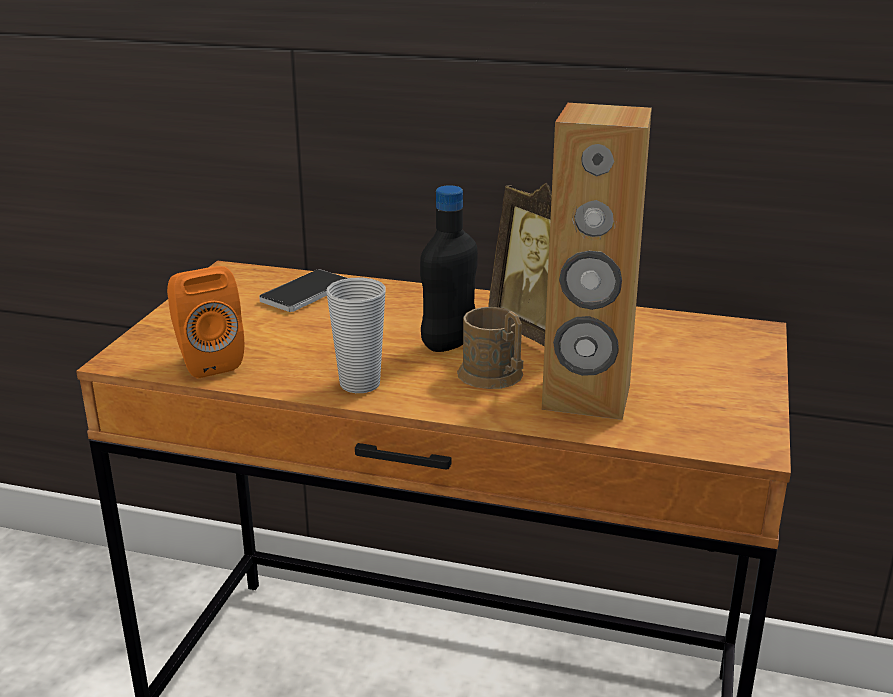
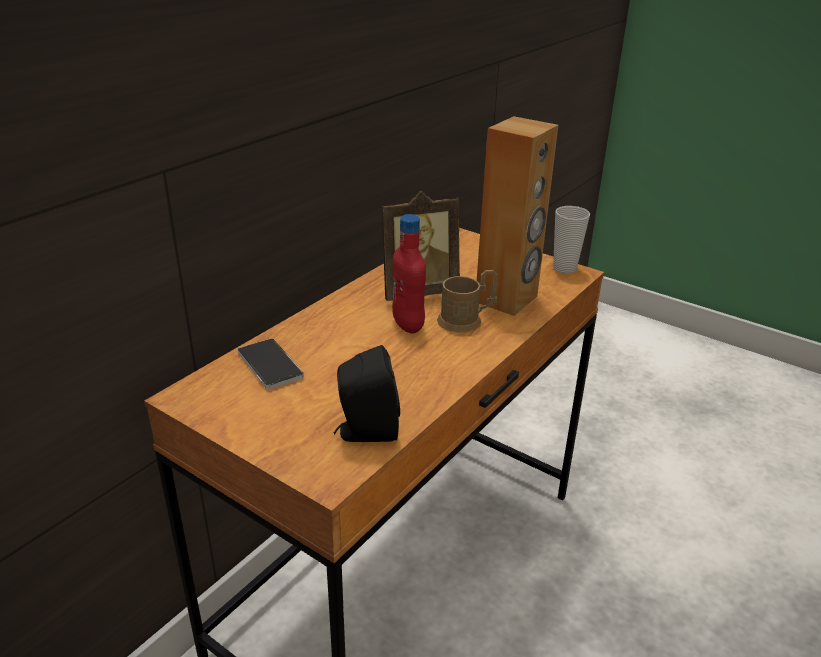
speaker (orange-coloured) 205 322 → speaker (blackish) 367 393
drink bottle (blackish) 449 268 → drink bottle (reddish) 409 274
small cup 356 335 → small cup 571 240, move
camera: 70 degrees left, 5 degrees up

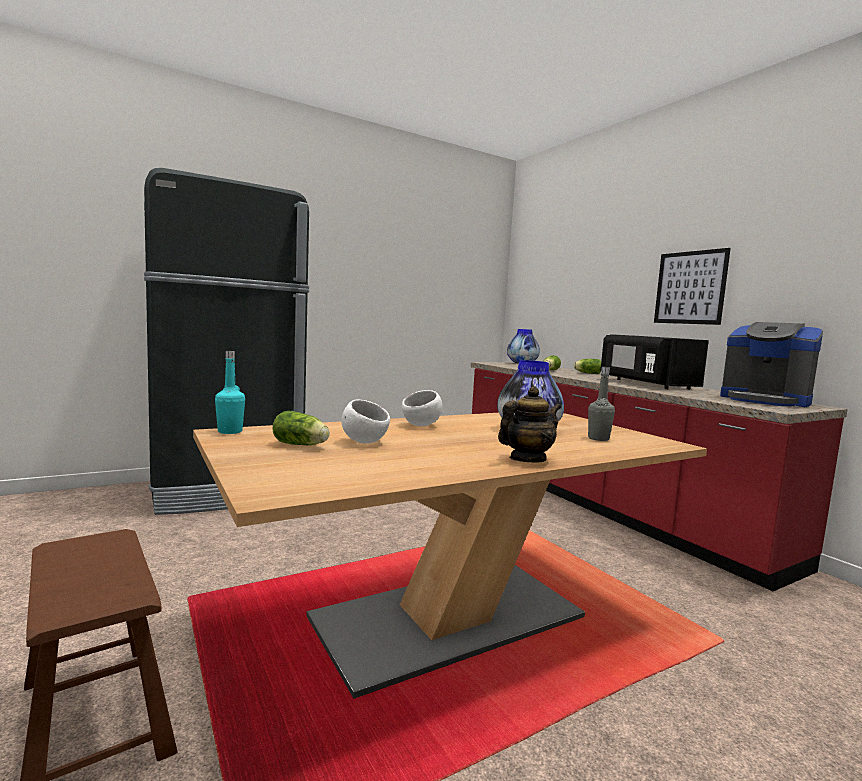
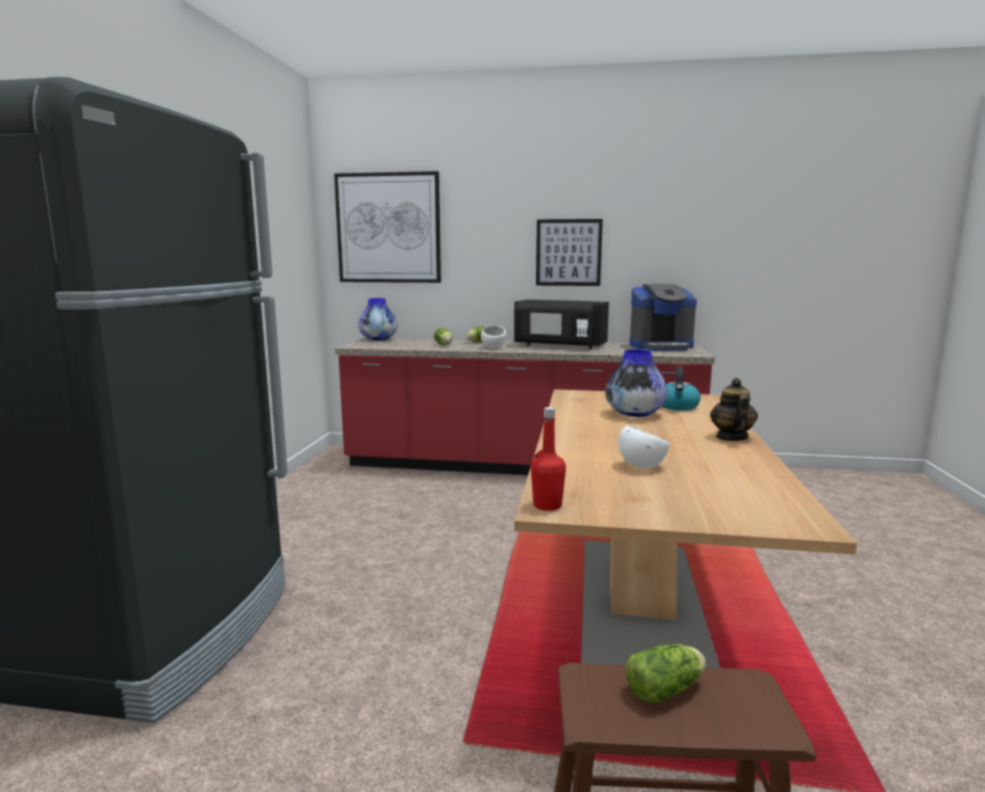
- → wall picture 387 227
deep dish (whitish) 422 408 → deep dish (whitish) 493 336, move
drink bottle (turquoise) 230 392 → drink bottle (reddish) 548 459
lettuce head 301 428 → lettuce head 665 673, move
drink bottle (gray) 601 404 → kettle 681 388
camera: 50 degrees left, 5 degrees up

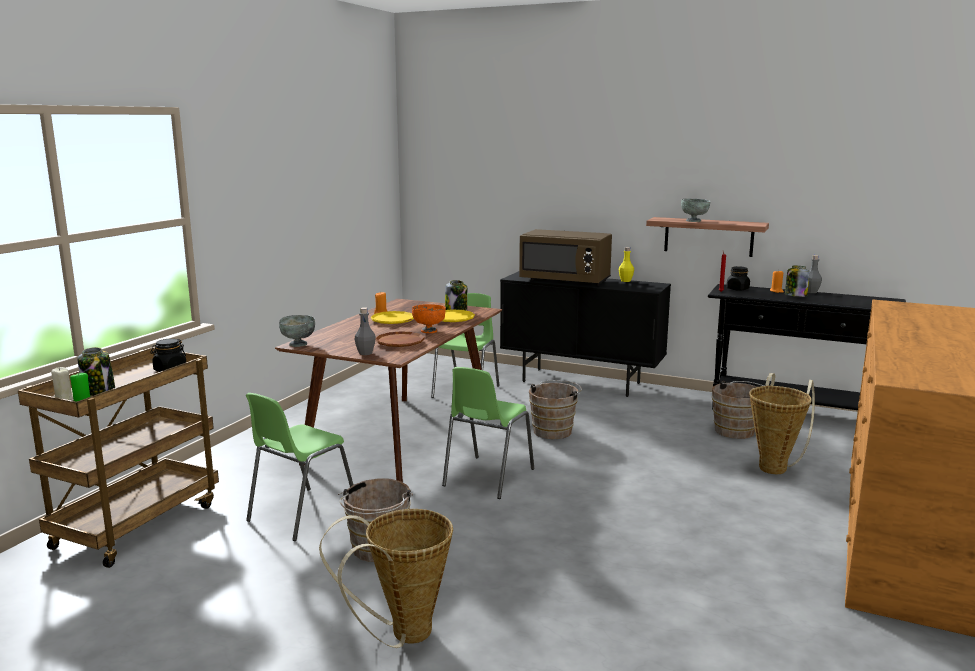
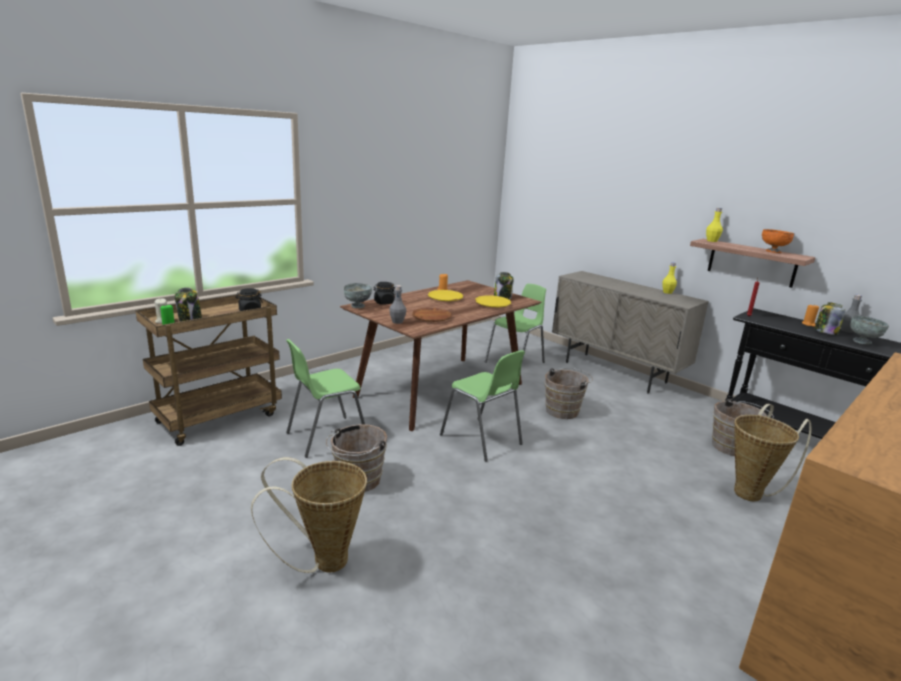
storage jar (blackish) 738 278 → storage jar (blackish) 384 293, move
upright chair (green) 488 433 → upright chair (green) 482 406, 90 degrees counterclockwise
cupboard (blackish) 585 334 → cupboard (beige) 630 332
- → drink bottle (yellowish) 714 225
deep dish (orange-coloured) 429 318 → deep dish (orange-coloured) 778 241, move
deep dish (gray) 696 210 → deep dish (gray) 869 329, move
microwave (brown) 565 257 → -
camera: 20 degrees right, 5 degrees up

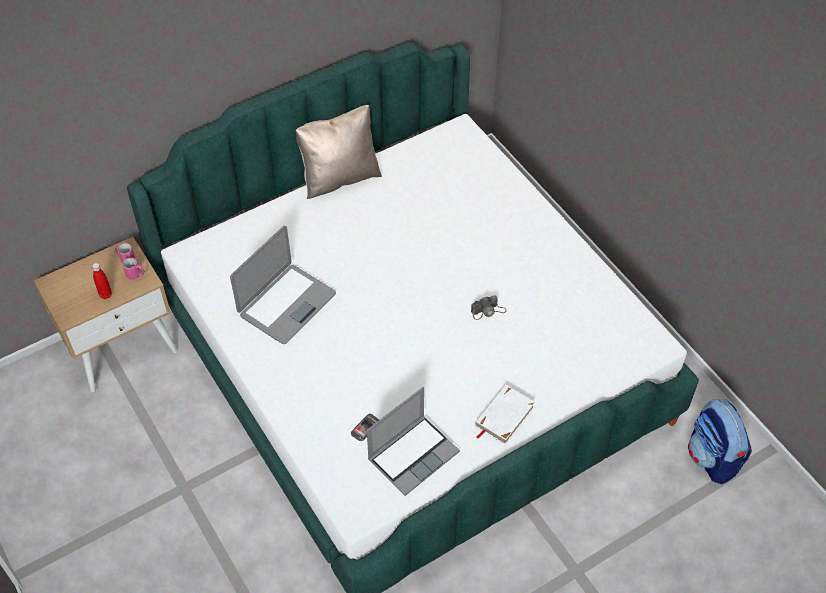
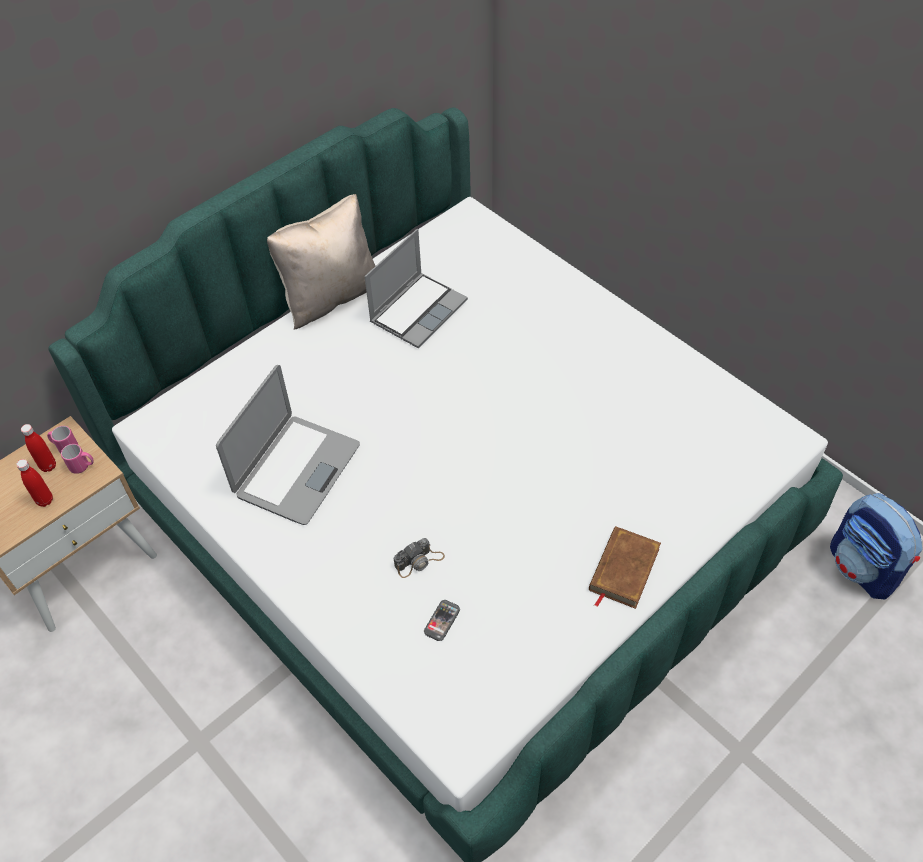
- → drink bottle (reddish) 38 448
notebook computer 413 441 → notebook computer 416 288, move
photo camera 489 308 → photo camera 419 558, move
bound book (whitish) 505 415 → bound book (brown) 625 567
camera: 10 degrees left, 0 degrees up

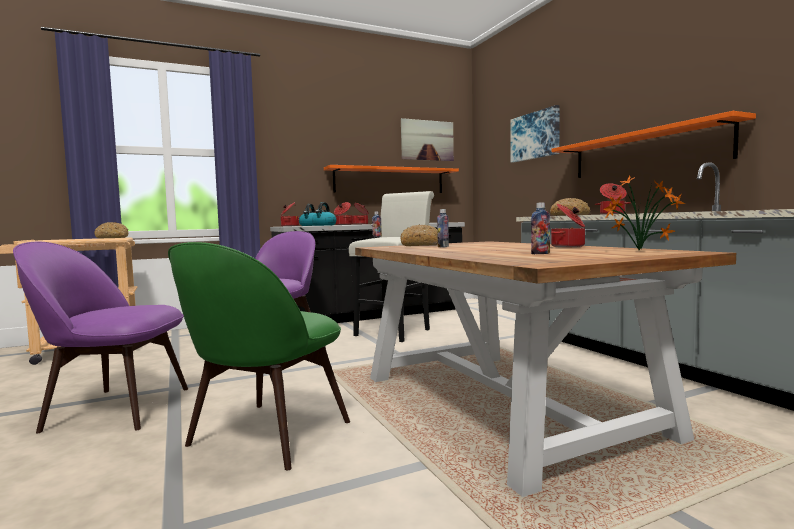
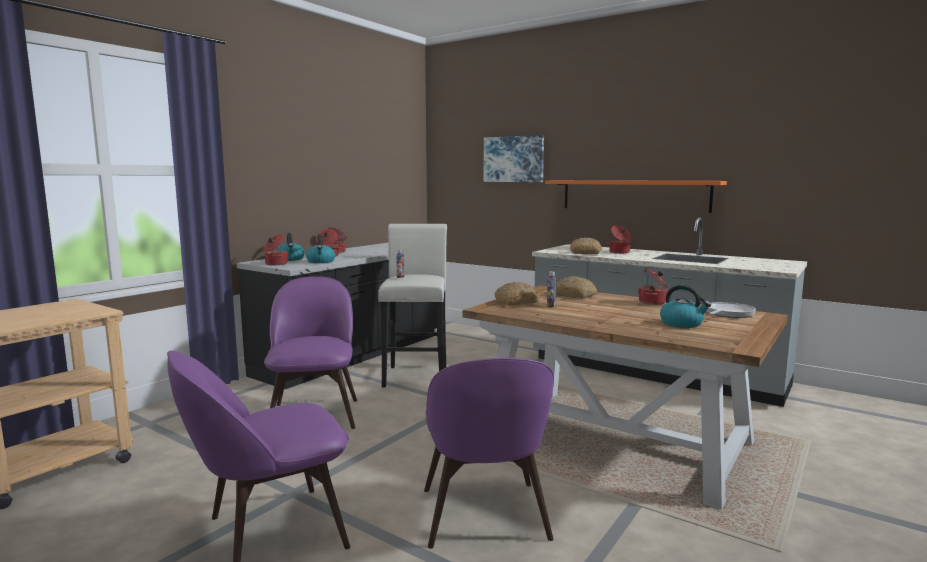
upright chair (green) 259 356 → upright chair (purplish) 489 453
baked bread 111 230 → baked bread 576 287, move
drink bottle 540 228 → kettle 685 306
potted plant 644 213 → pan 731 310
bracket shelf (orange-coloured) 391 179 → -
wall picture 427 139 → -
camera: 30 degrees left, 5 degrees up

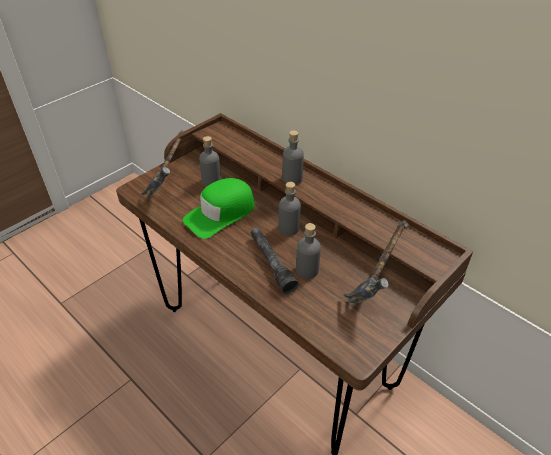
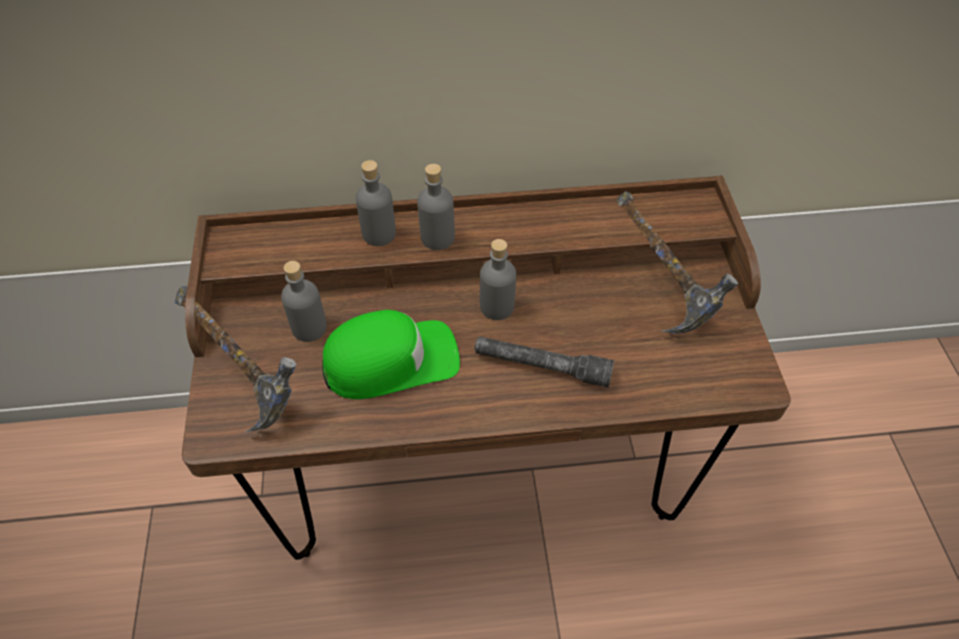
baseball cap (green) 218 208 → baseball cap (green) 391 354, 105 degrees counterclockwise
drink bottle (gray) 308 251 → drink bottle (gray) 376 203, move
camera: 50 degrees left, 10 degrees up

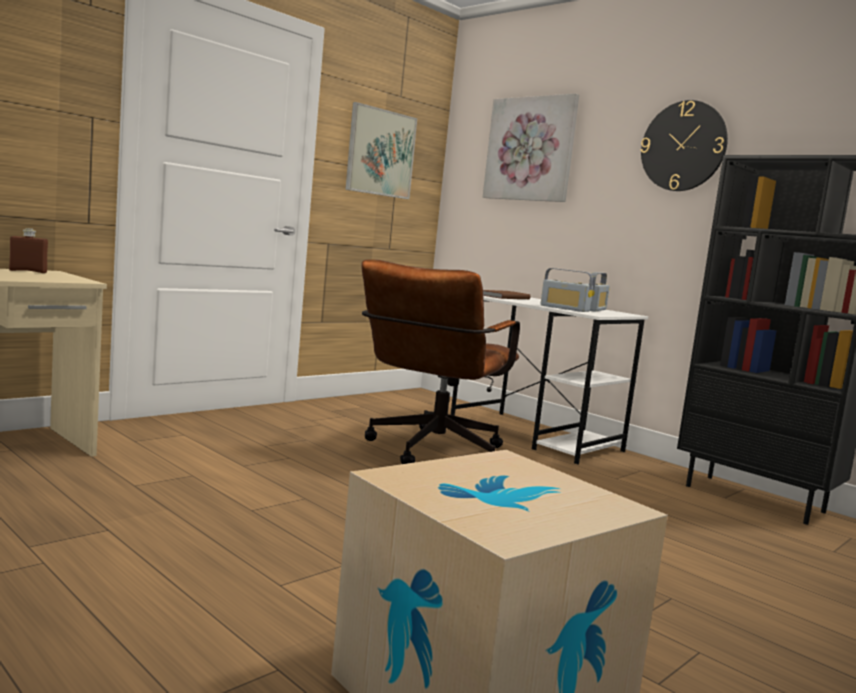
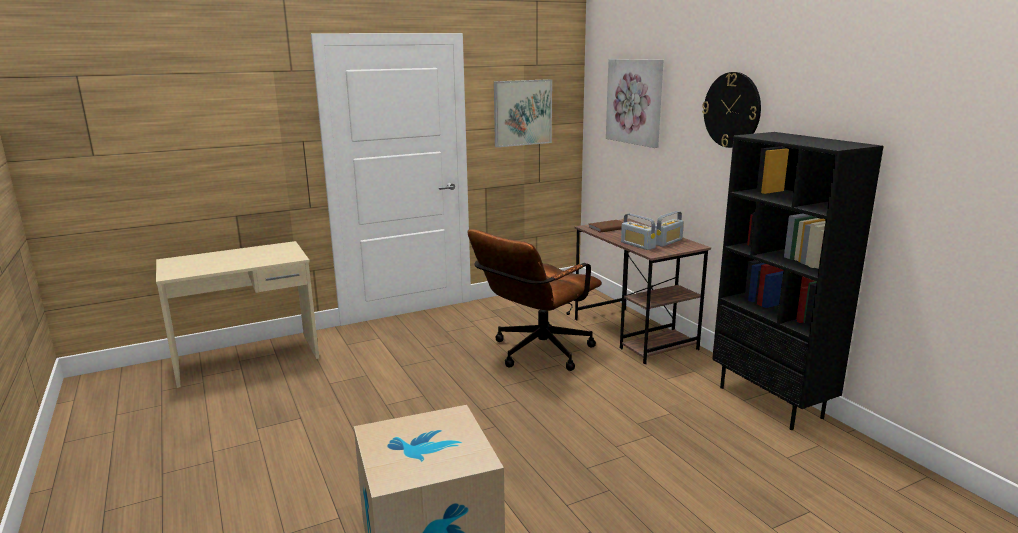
desk (whitish) 549 380 → desk (brown) 643 291
drink bottle (brown) 28 250 → -
camera: 20 degrees right, 10 degrees up

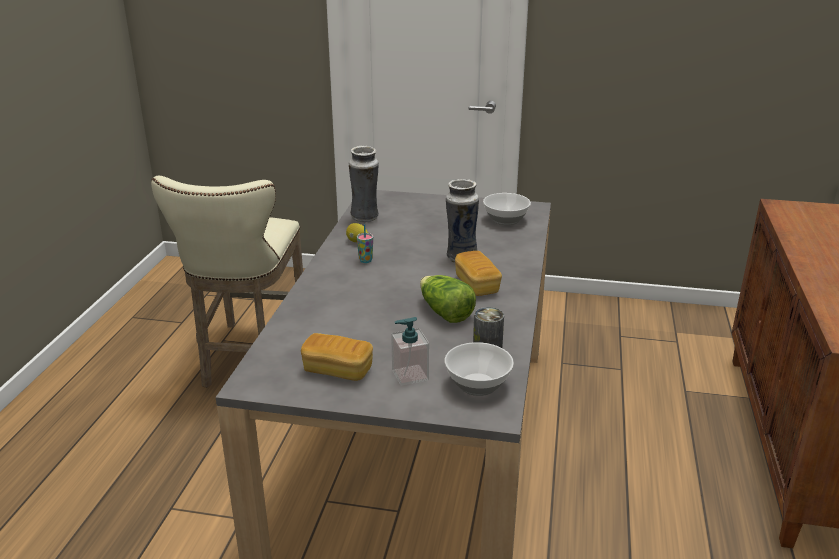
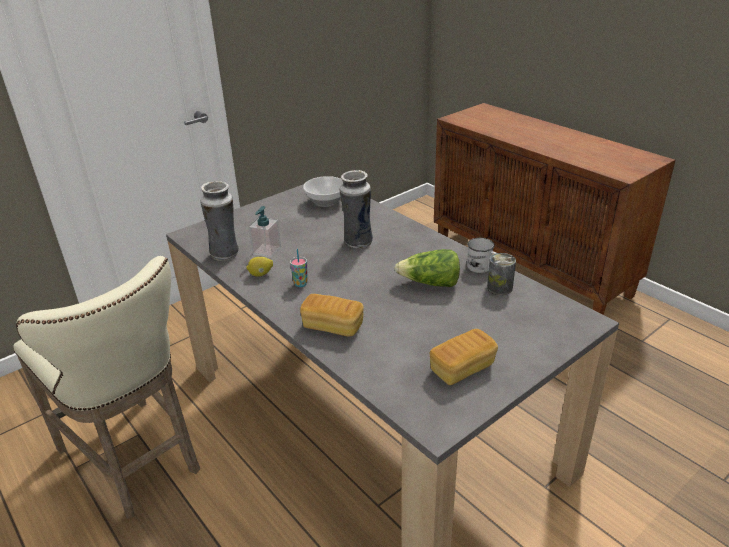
soap dispenser 410 351 → soap dispenser 265 232, move
baked bread 478 273 → baked bread 332 315, move
- → mug (whitish) 481 255
deep dish 479 369 → -
camera: 50 degrees left, 5 degrees up

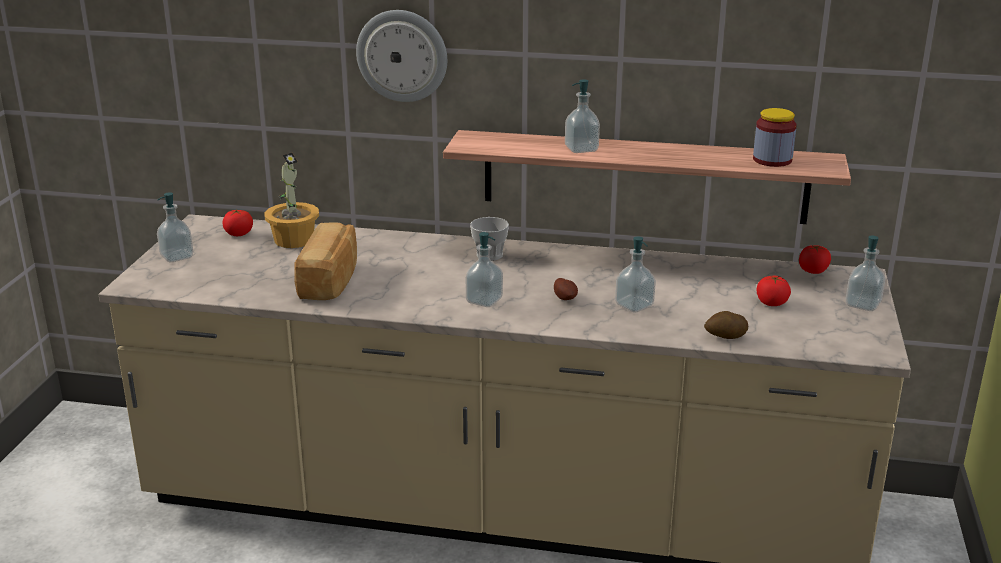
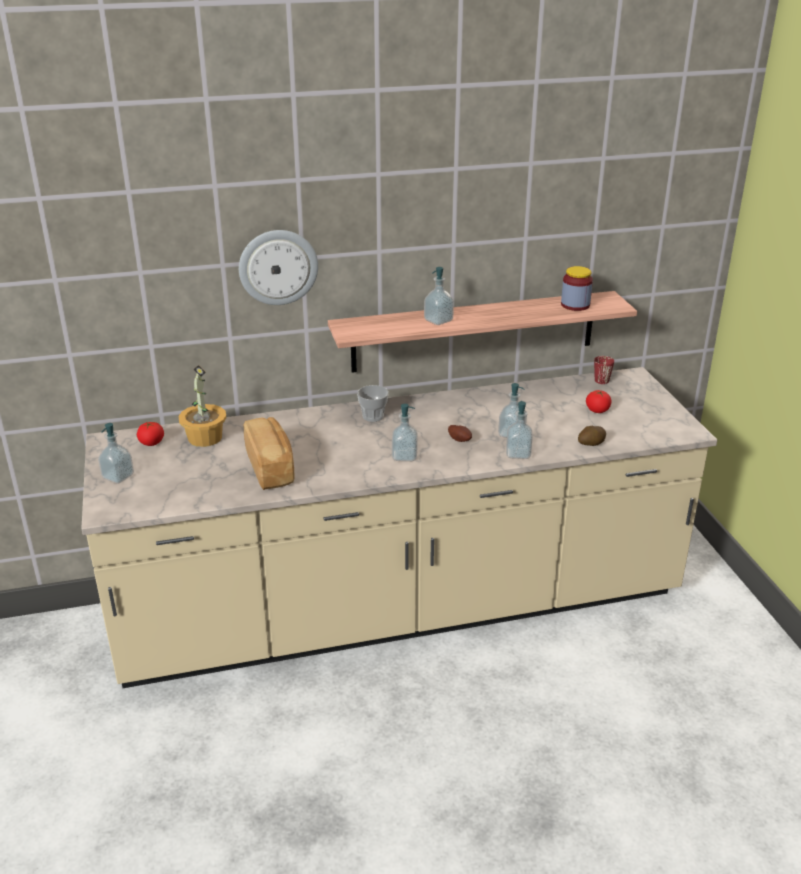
soap dispenser 865 273 → soap dispenser 519 430, move
whole tomato 815 259 → mug (reddish) 604 370
camera: 25 degrees left, 5 degrees up

